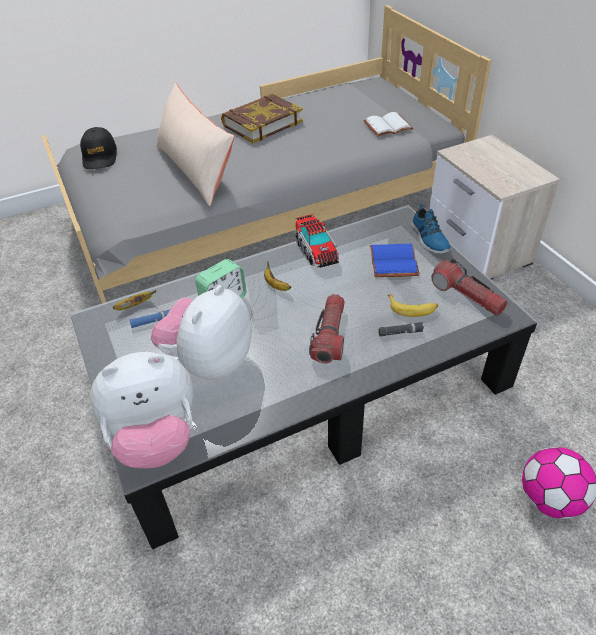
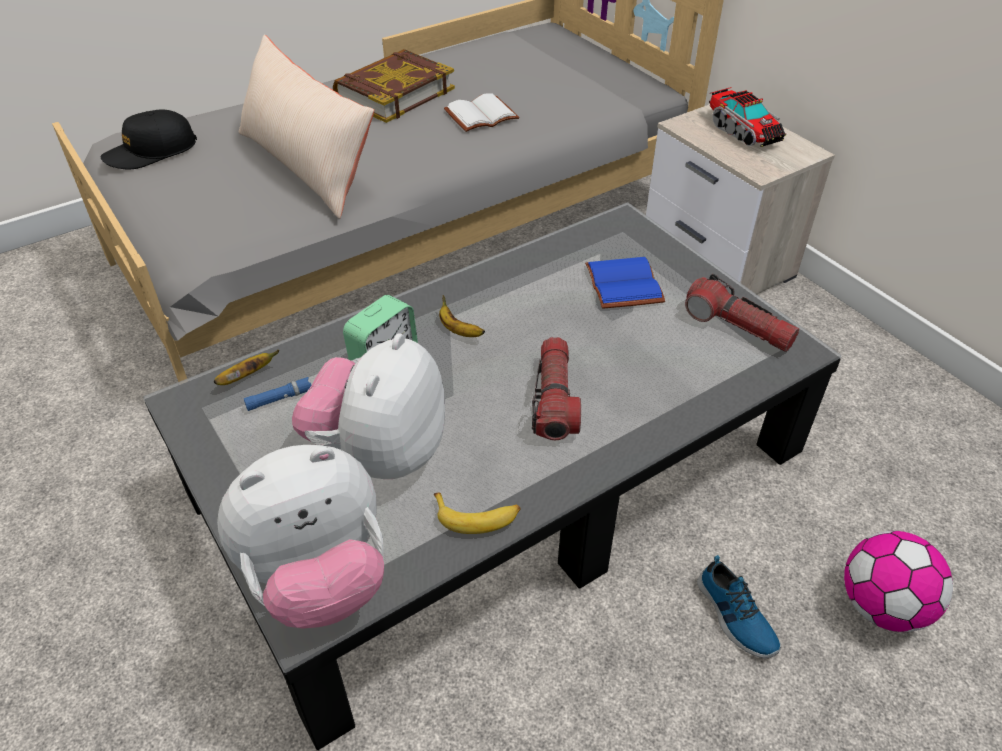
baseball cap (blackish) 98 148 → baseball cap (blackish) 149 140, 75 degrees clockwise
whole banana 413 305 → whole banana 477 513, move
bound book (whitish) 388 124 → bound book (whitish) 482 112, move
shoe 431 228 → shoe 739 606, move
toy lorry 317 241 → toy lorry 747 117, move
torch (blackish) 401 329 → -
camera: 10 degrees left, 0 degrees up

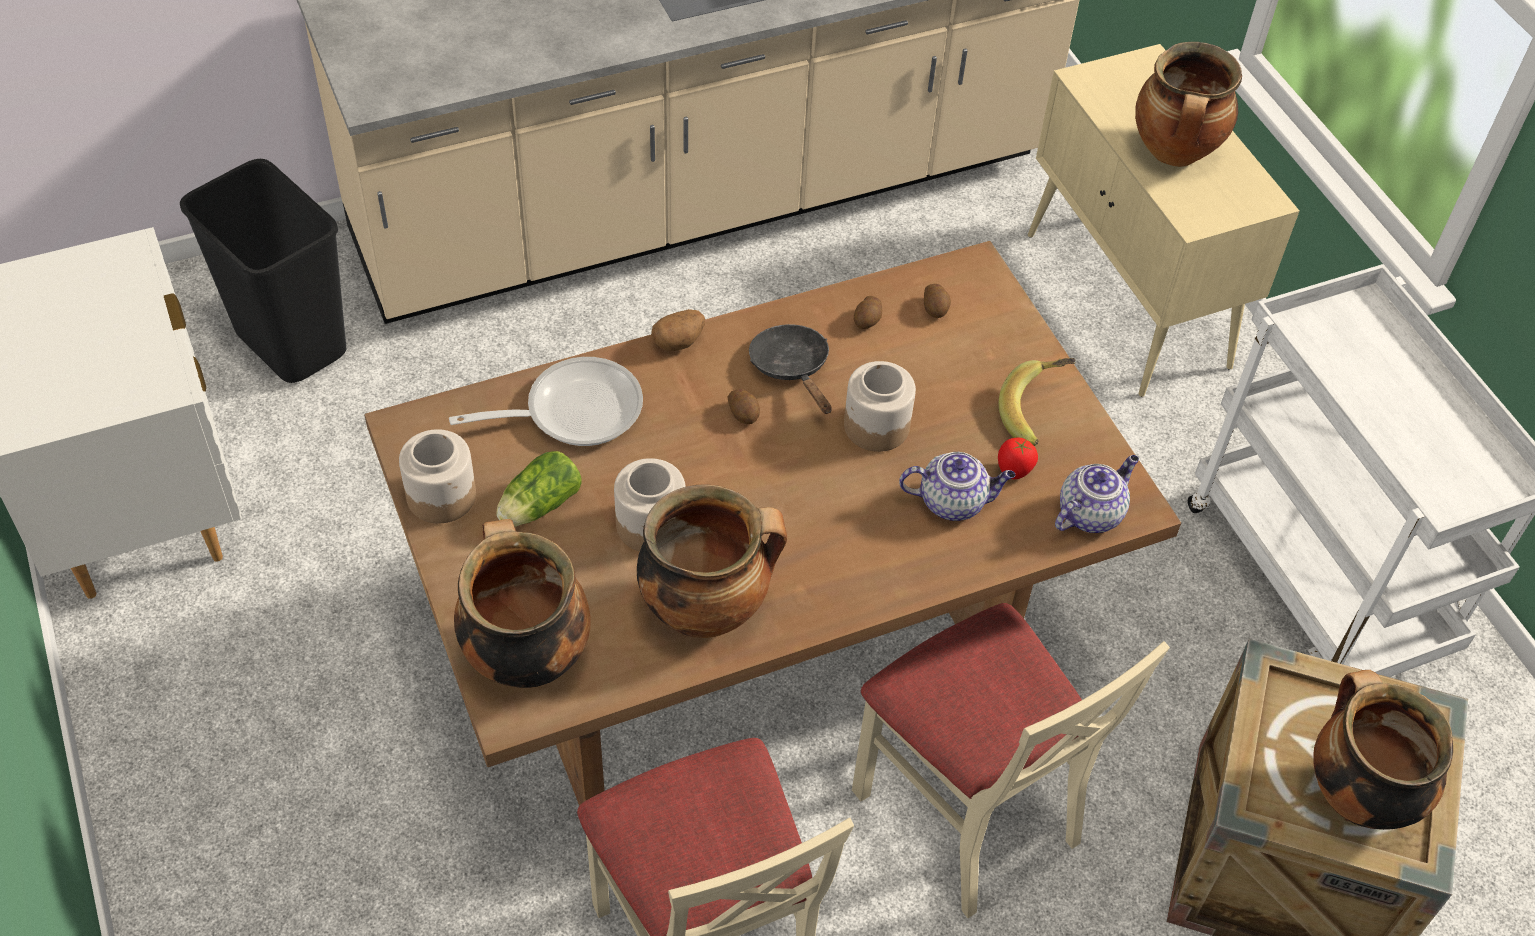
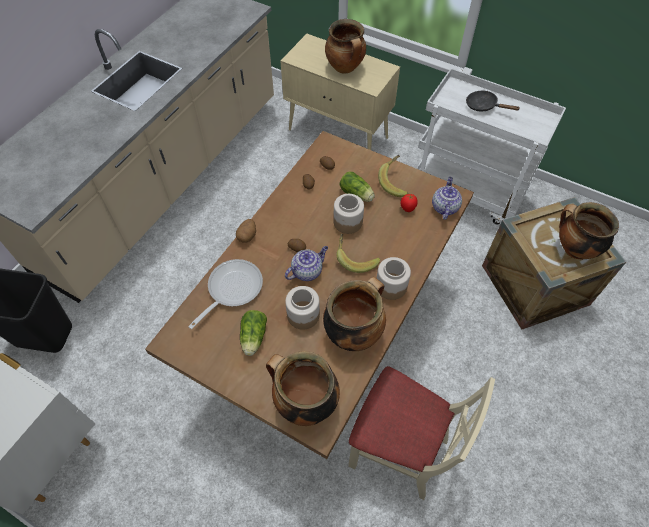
tea pot 957 486 → tea pot 306 263, move
- → whole banana 358 253
- → lettuce head 357 187
storage jar 437 476 → storage jar 394 278, move
pan (blackish) 790 369 → pan (blackish) 493 101, move
upright chair (beige) 1011 760 → -
camera: 35 degrees left, 5 degrees up

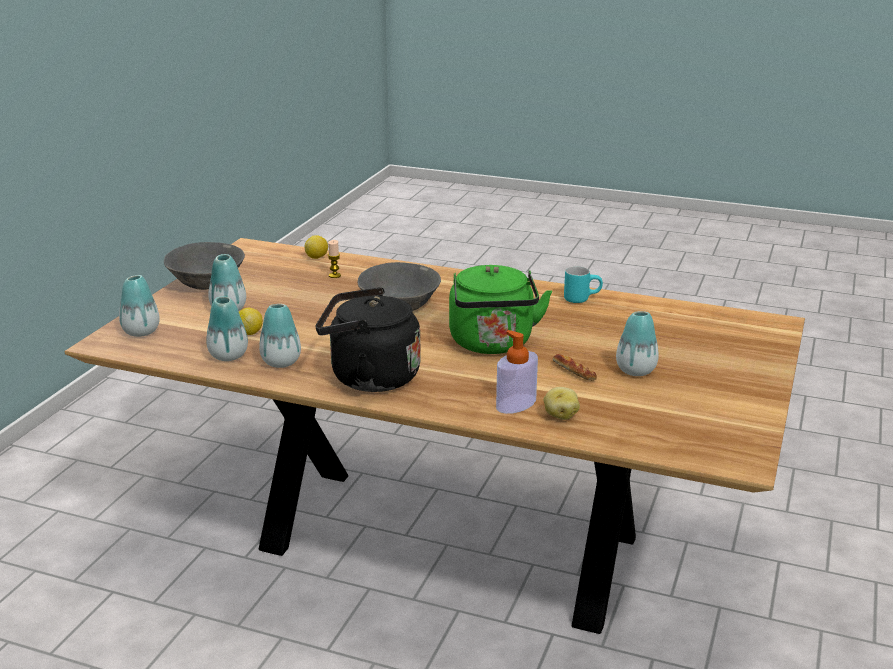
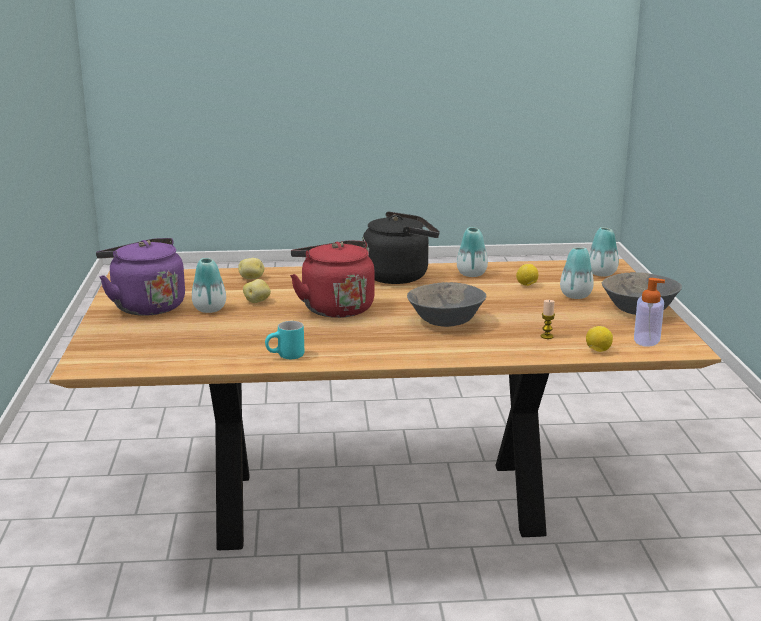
- → kettle (purplish) 140 277
baked bread 575 367 → potato 257 291
kettle (green) 500 309 → kettle (reddish) 332 279
soap dispenser 517 372 → soap dispenser 649 312, move
vase 227 328 → -
camera: 155 degrees right, 5 degrees down

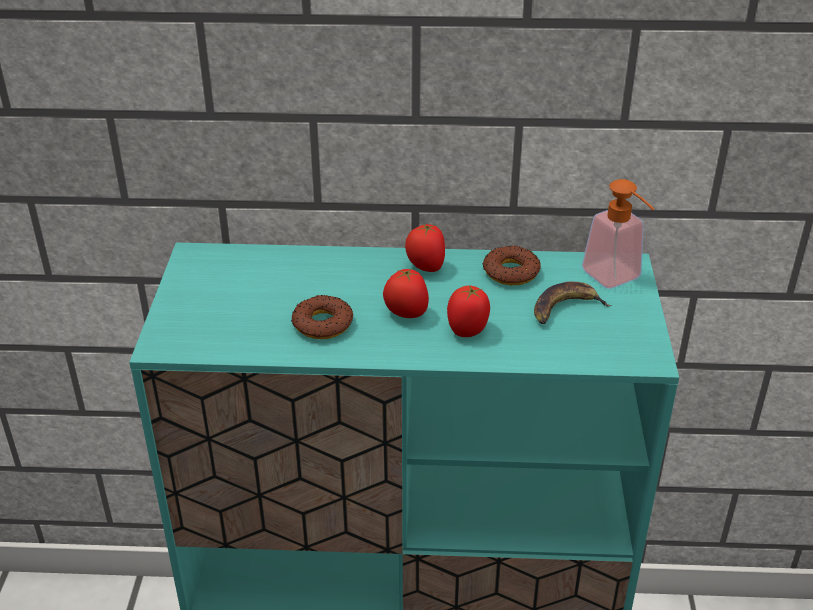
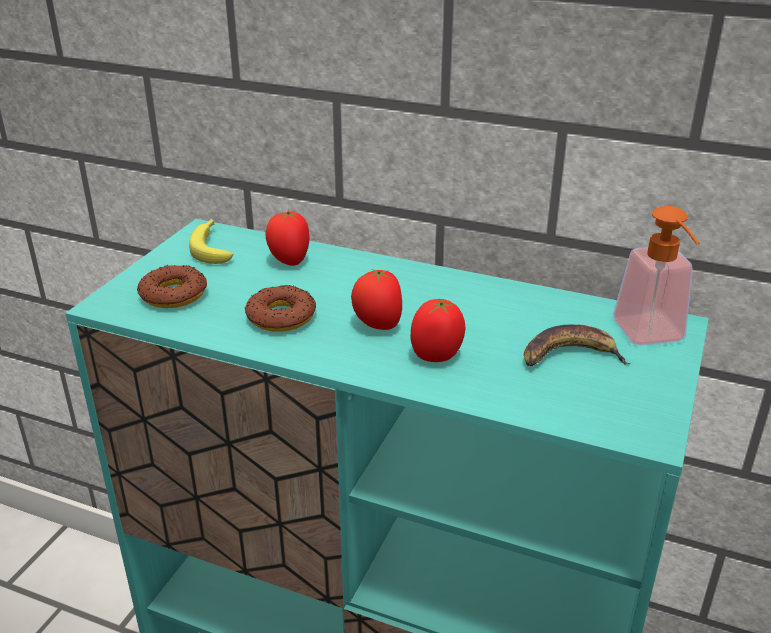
ring doughnut 511 265 → ring doughnut 172 286, move
- → whole banana 211 241
whole tomato 425 247 → whole tomato 287 238, move
camera: 20 degrees right, 5 degrees down

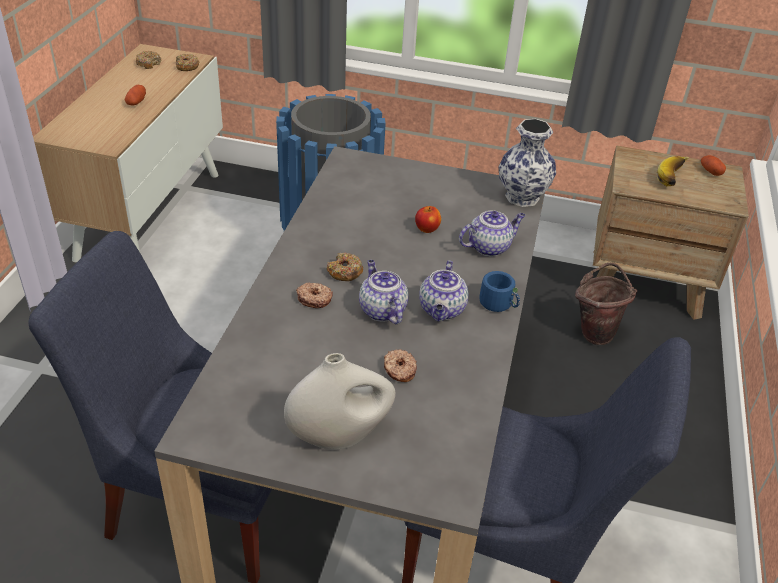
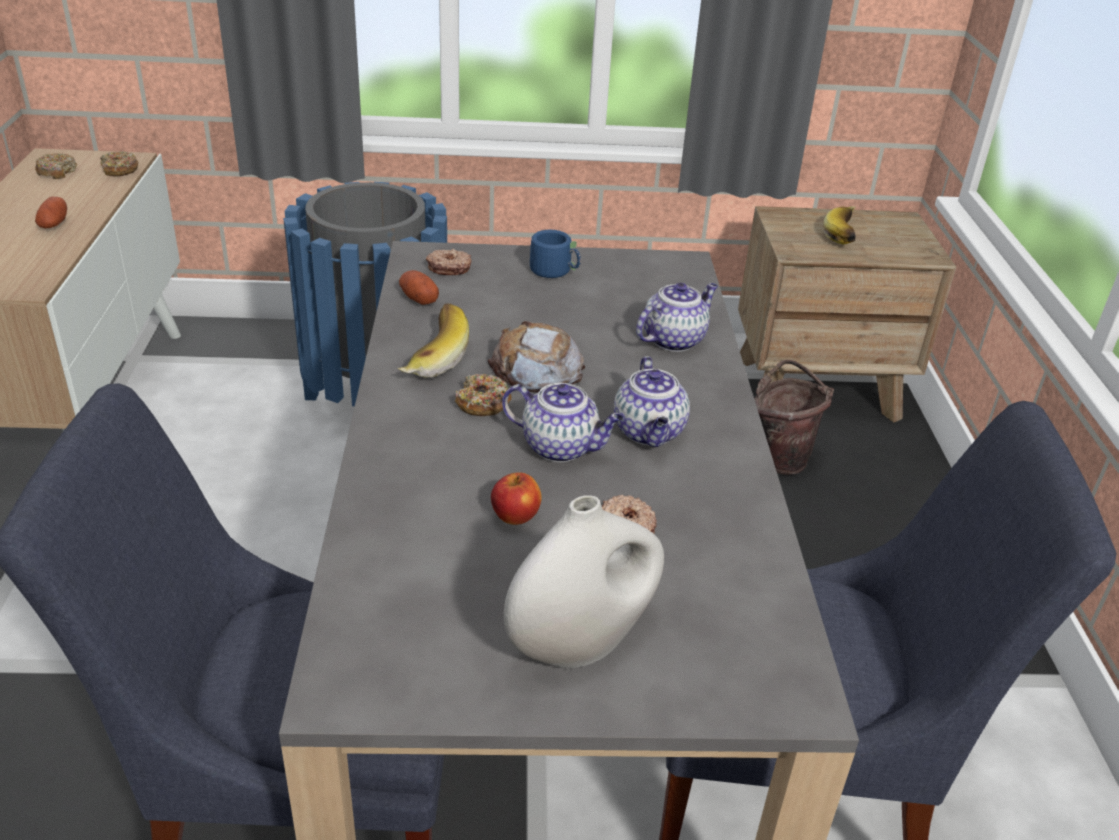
- → whole banana 433 340
potato 713 165 → potato 419 287, move
ring doughnut 314 295 → ring doughnut 449 262, move
- → baked bread 536 357
apple 428 219 → apple 516 498, move
tea pot 384 292 → tea pot 563 422, 150 degrees clockwise
mug (blue-coloured) 500 291 → mug (blue-coloured) 555 254, move
vase 527 163 → -
camera: 15 degrees left, 5 degrees down

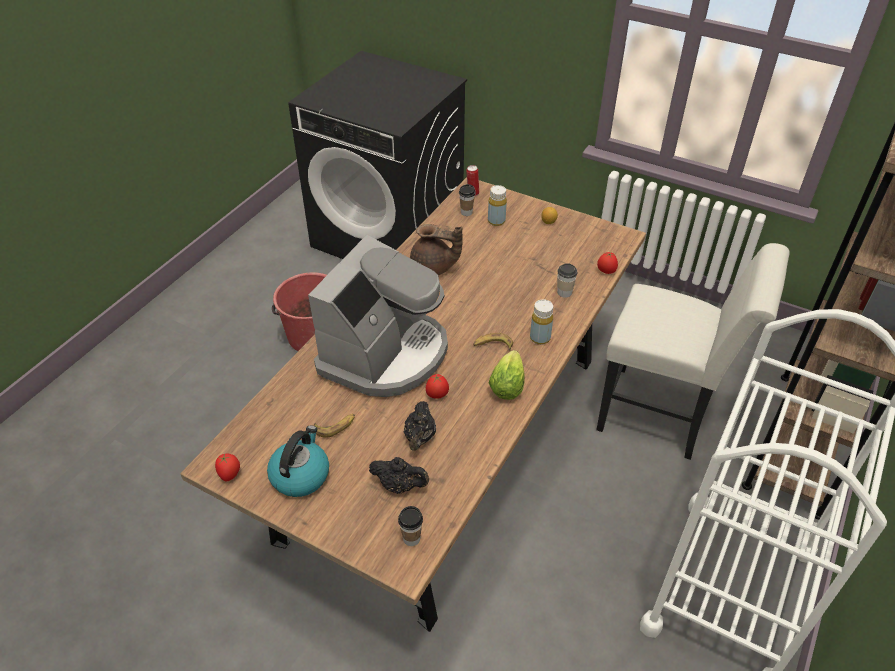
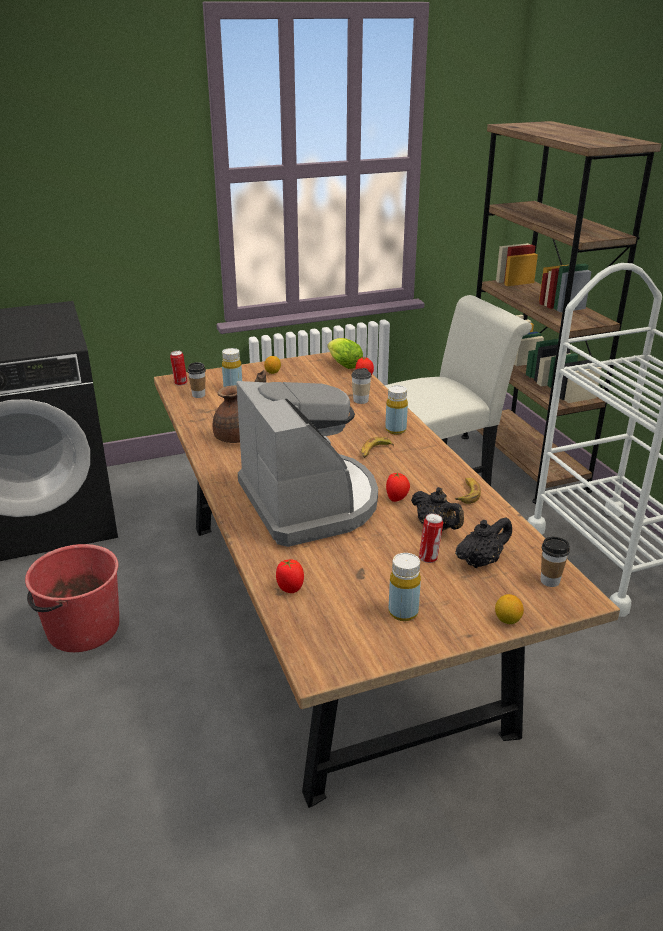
whole tomato 227 467 → whole tomato 290 576, move
lettuce head 507 375 → lettuce head 345 353, move
kettle 298 461 → drink bottle (yellowish) 405 587
- → metal can 431 538
whole banana 334 426 → whole banana 468 491, move
- → lemon 509 609
camera: 50 degrees left, 15 degrees down

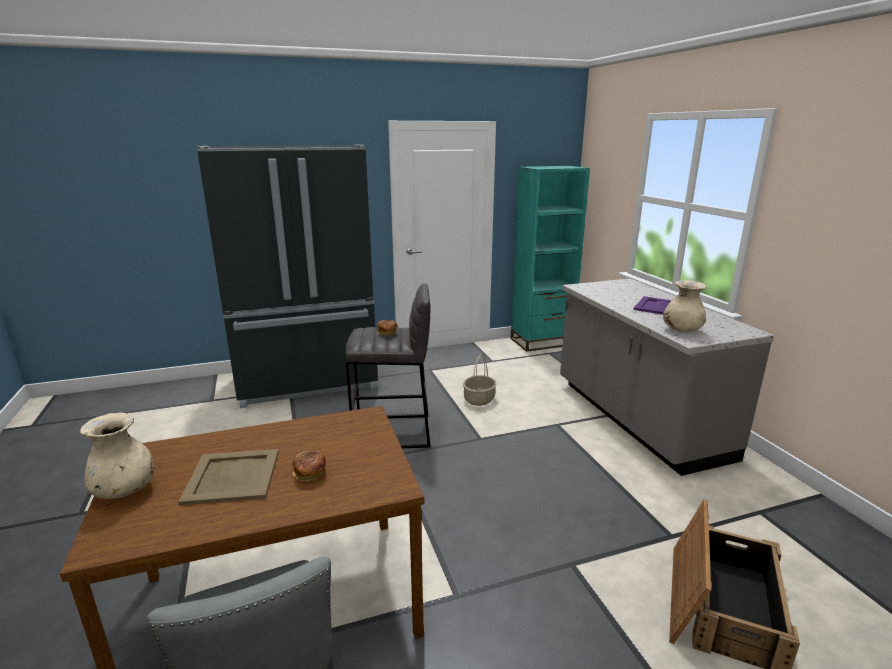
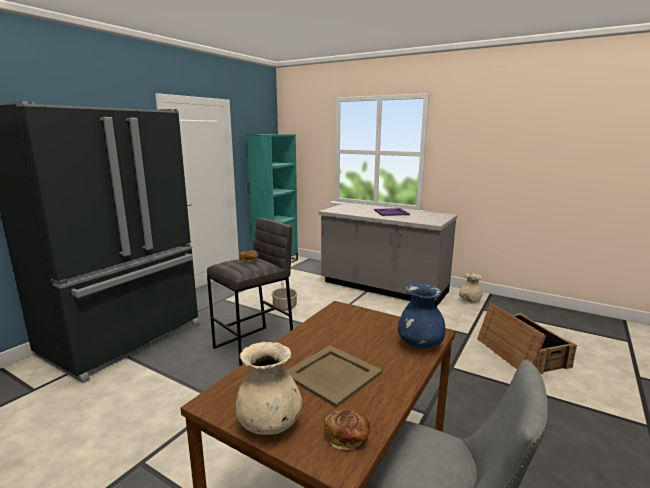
baked bread 309 465 → baked bread 348 430, move
- → vase (blue-coloured) 421 315
vase (beige) 684 306 → vase (beige) 470 288, move
camera: 40 degrees left, 5 degrees down

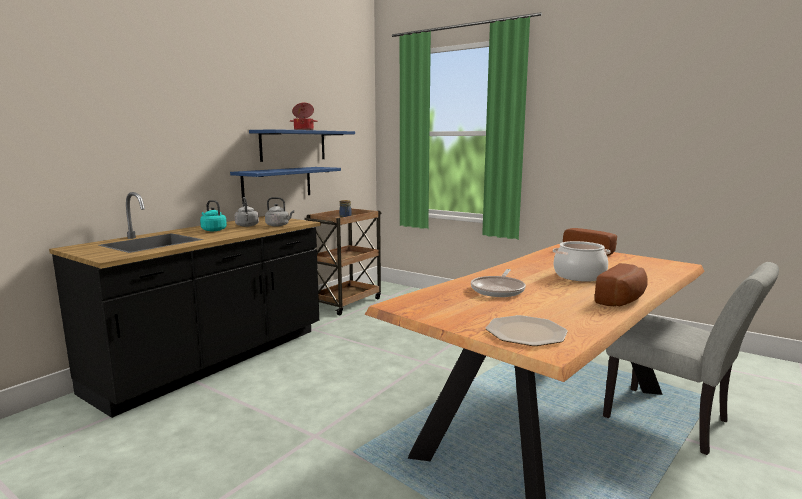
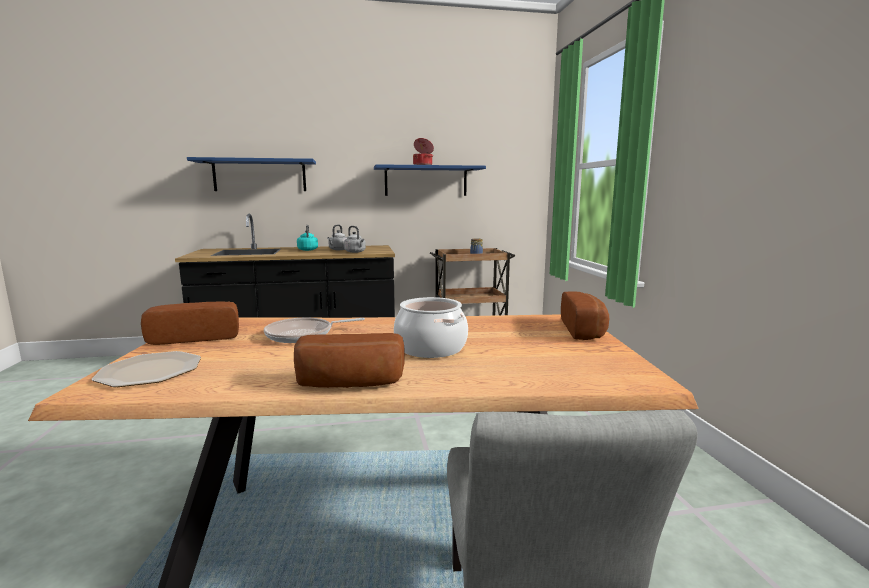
- → baked bread 190 323
bracket shelf (blue-coloured) 285 182 → bracket shelf (blue-coloured) 251 174, move
camera: 45 degrees right, 0 degrees up

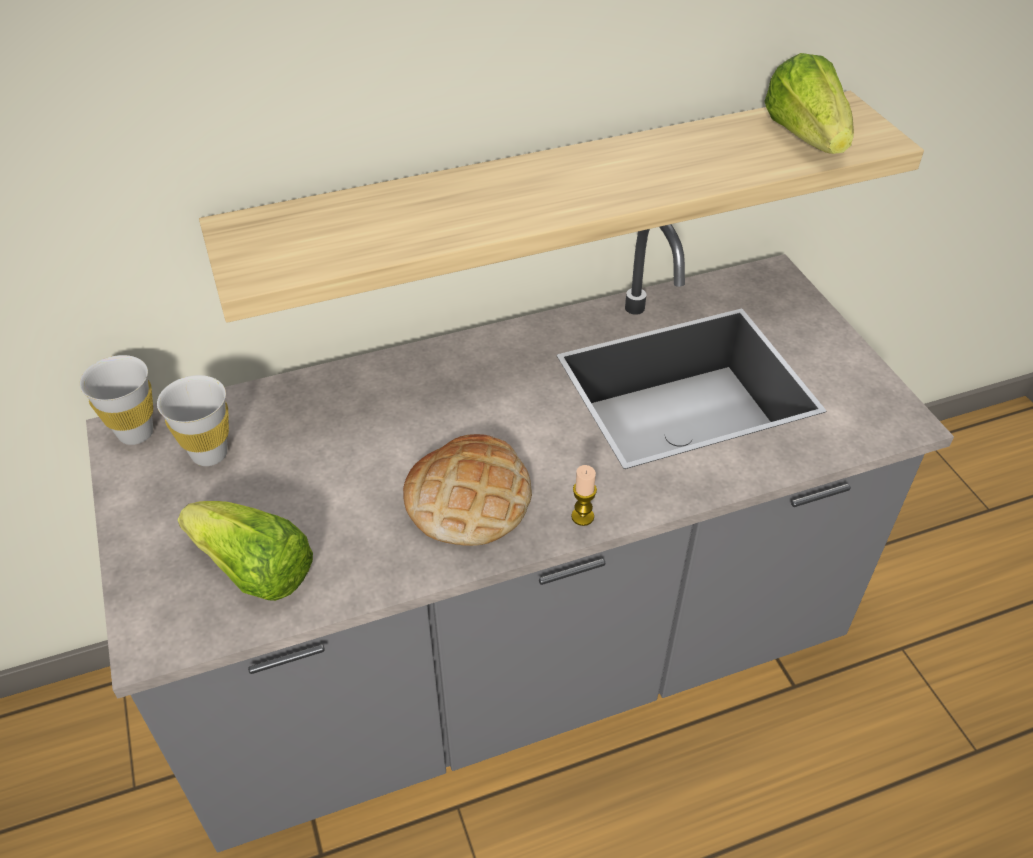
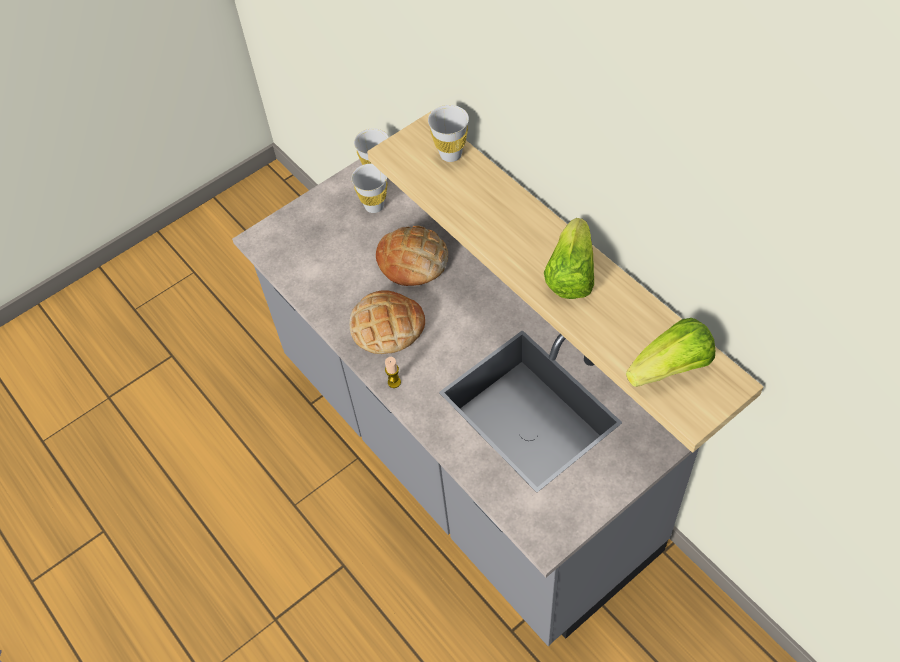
- → baked bread 412 255
- → small cup (whitish) 448 133
lettuce head 245 551 → lettuce head 569 258, move
camera: 75 degrees right, 10 degrees up

